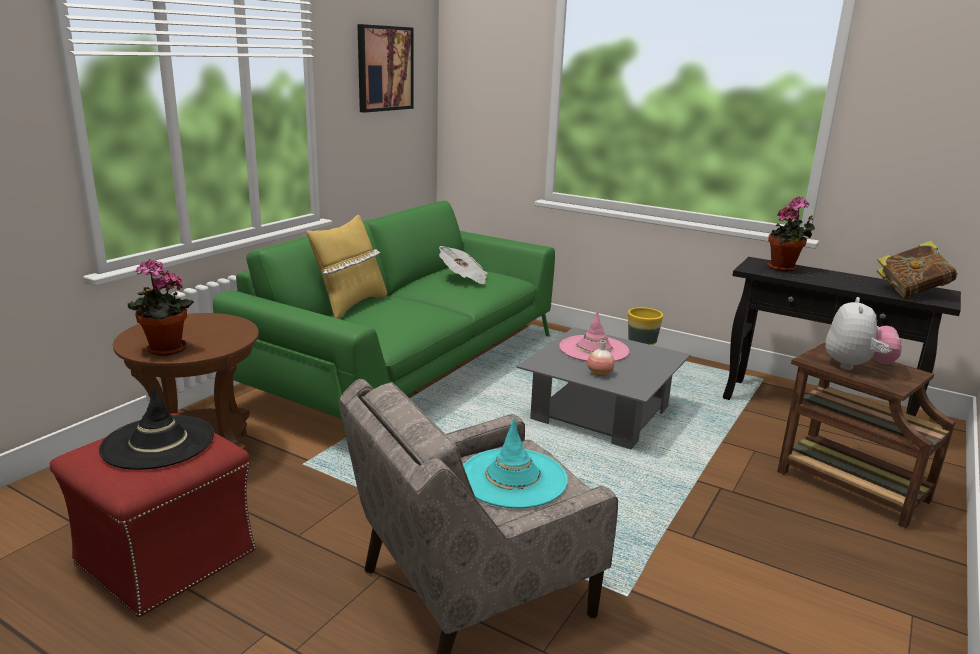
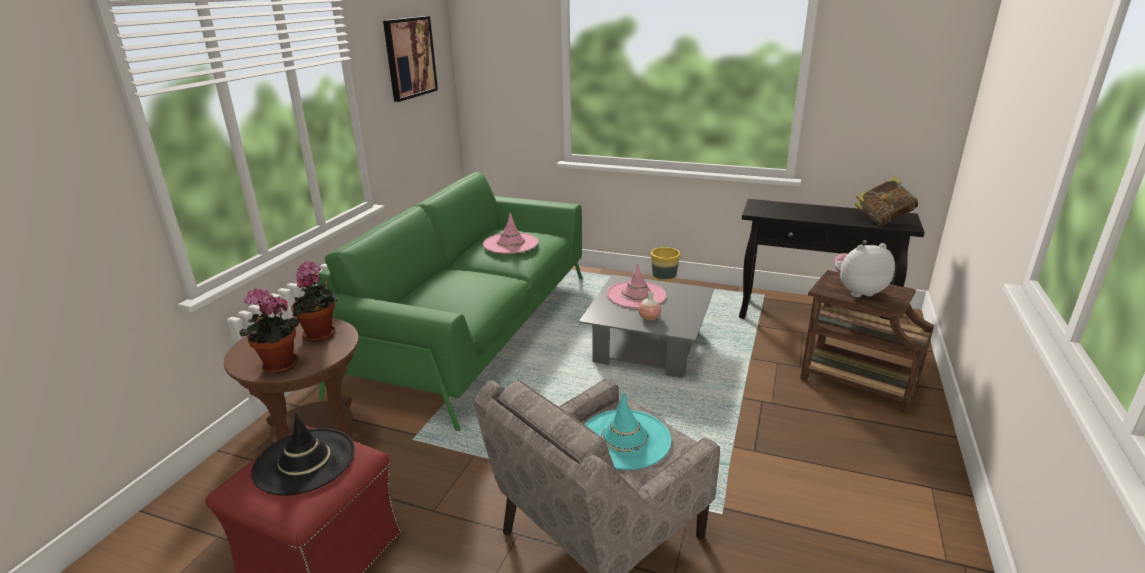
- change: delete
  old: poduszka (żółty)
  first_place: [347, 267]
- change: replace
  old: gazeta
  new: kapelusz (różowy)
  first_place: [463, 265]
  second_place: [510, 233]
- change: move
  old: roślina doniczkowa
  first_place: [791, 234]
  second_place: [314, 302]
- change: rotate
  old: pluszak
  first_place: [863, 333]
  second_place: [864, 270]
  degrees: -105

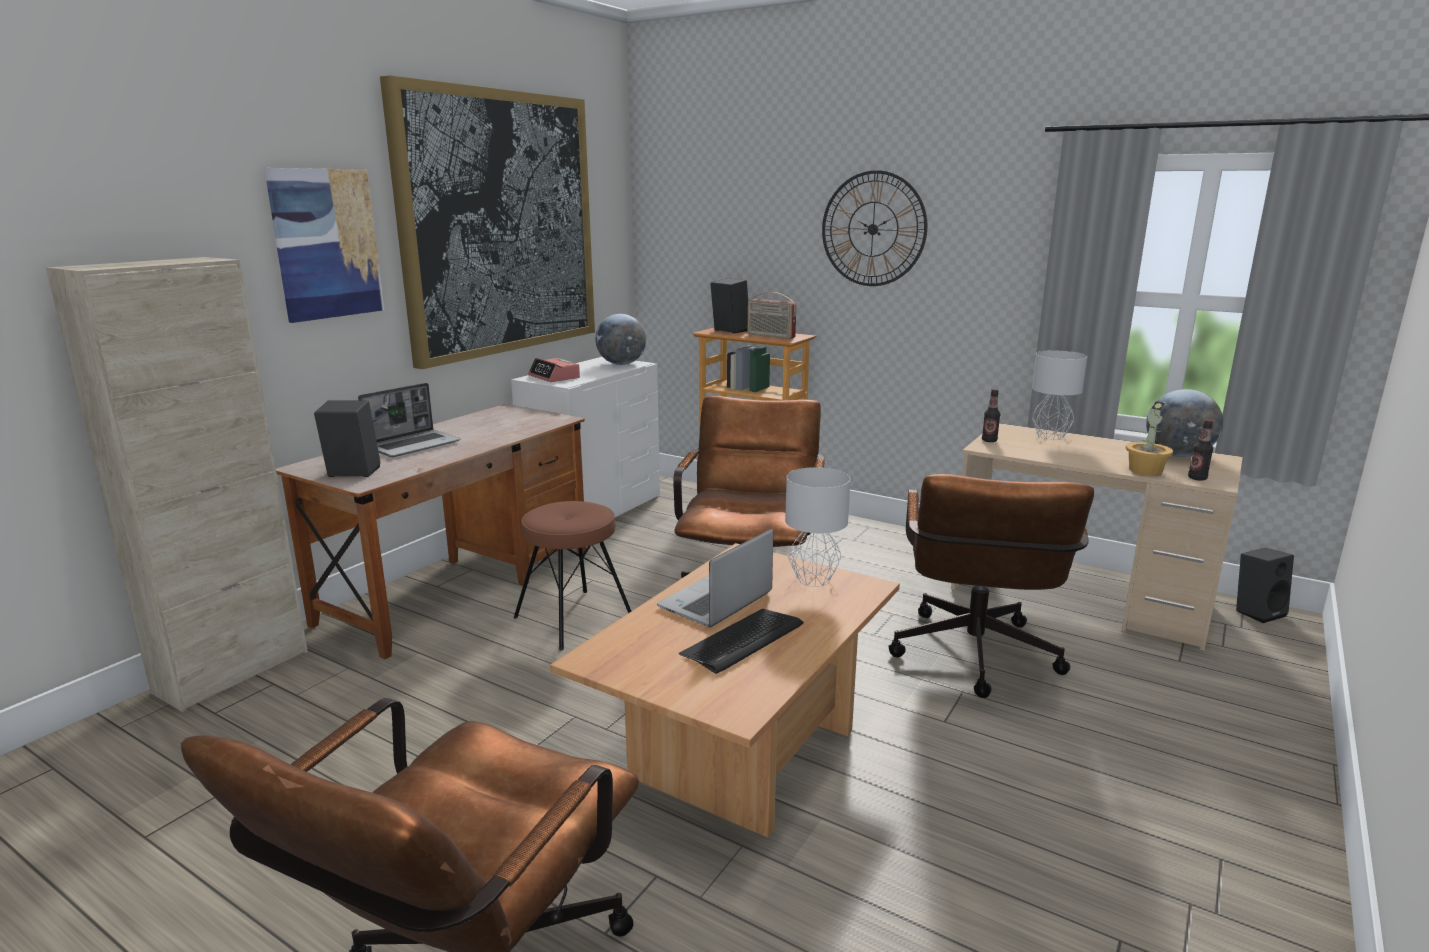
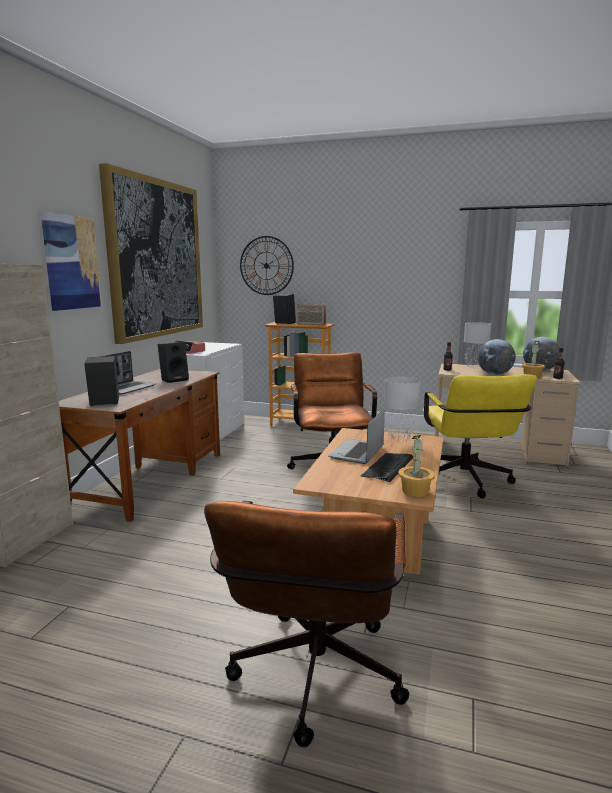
- change: delete
  old: stołek (brązowy)
  first_place: [572, 576]
- change: move
  old: globus
  first_place: [620, 339]
  second_place: [497, 357]
- change: move
  old: zegar ścienny
  first_place: [874, 228]
  second_place: [267, 265]
- change: recolor
  old: krzesło biurowe (brązowy)
  new: krzesło biurowe (żółty)
  first_place: [991, 586]
  second_place: [479, 436]
- change: move
  old: głośnik (czarny)
  first_place: [1265, 585]
  second_place: [173, 362]
- change: insert
  new: roślina doniczkowa
  second_place: [416, 466]

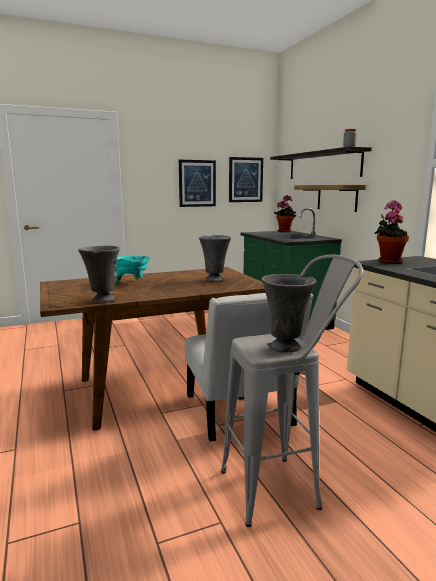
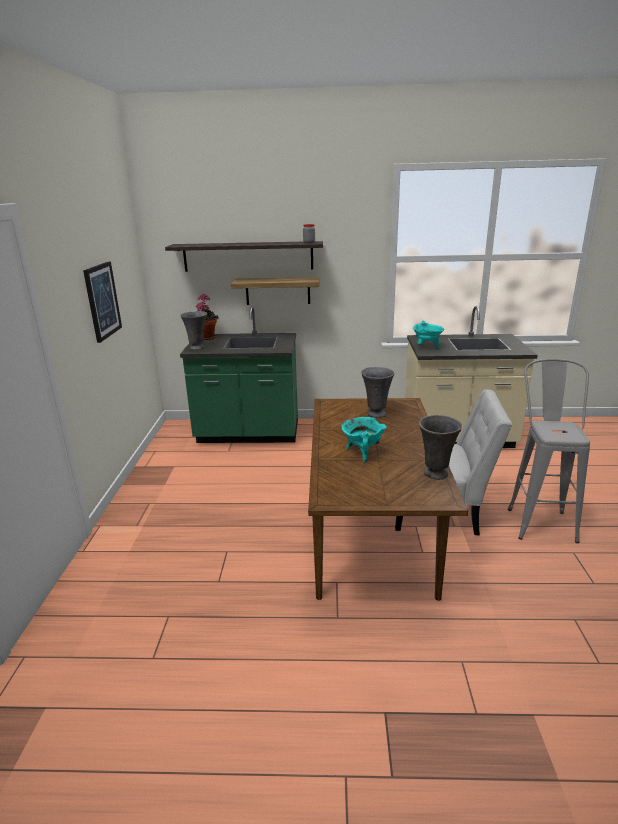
- change: delete
  old: obraz
  first_place: [246, 179]
- change: move
  old: wazon (szary)
  first_place: [289, 313]
  second_place: [193, 330]
- change: replace
  old: roślina doniczkowa
  new: garnek (turkusowy)
  first_place: [392, 232]
  second_place: [428, 334]

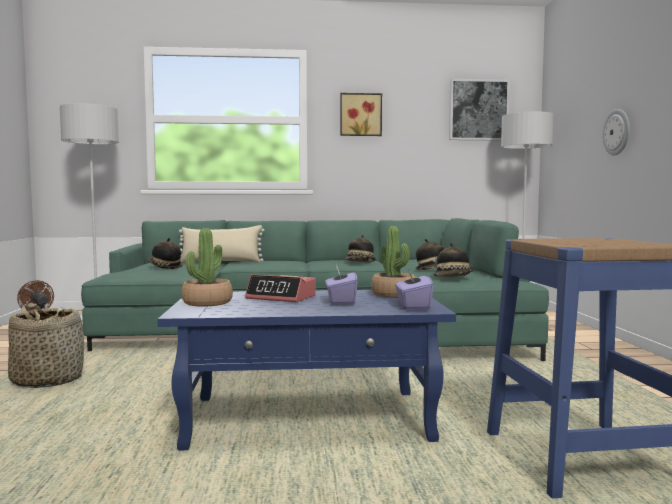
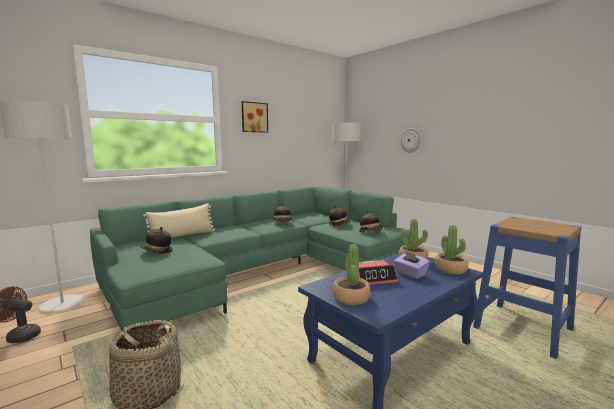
- change: replace
  old: pudełko chusteczek (fioletowy)
  new: roślina doniczkowa
  first_place: [414, 288]
  second_place: [451, 249]
- change: delete
  old: obraz
  first_place: [479, 109]

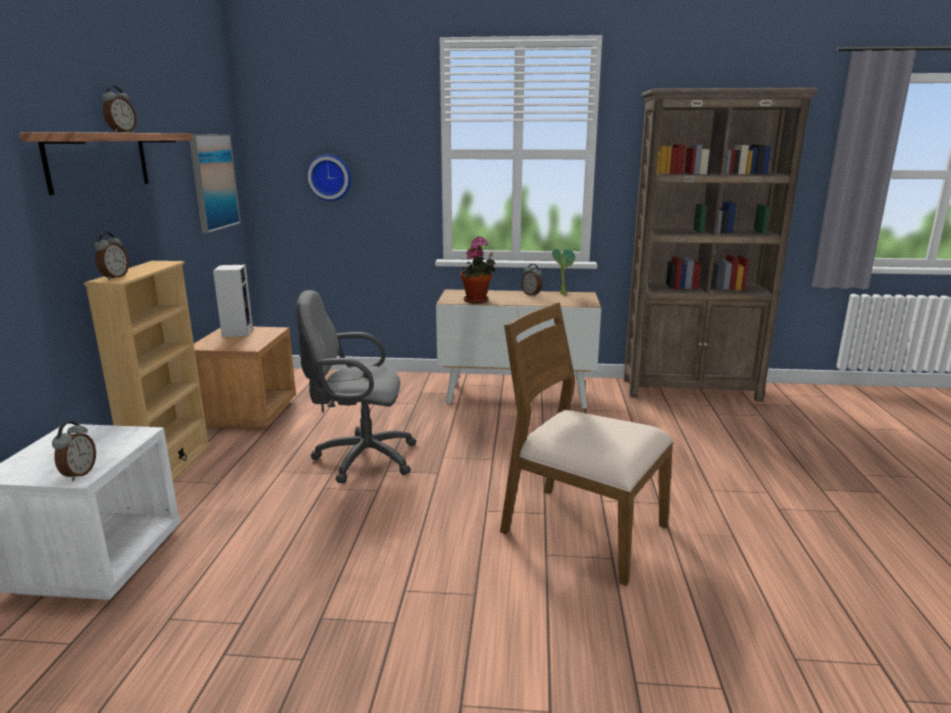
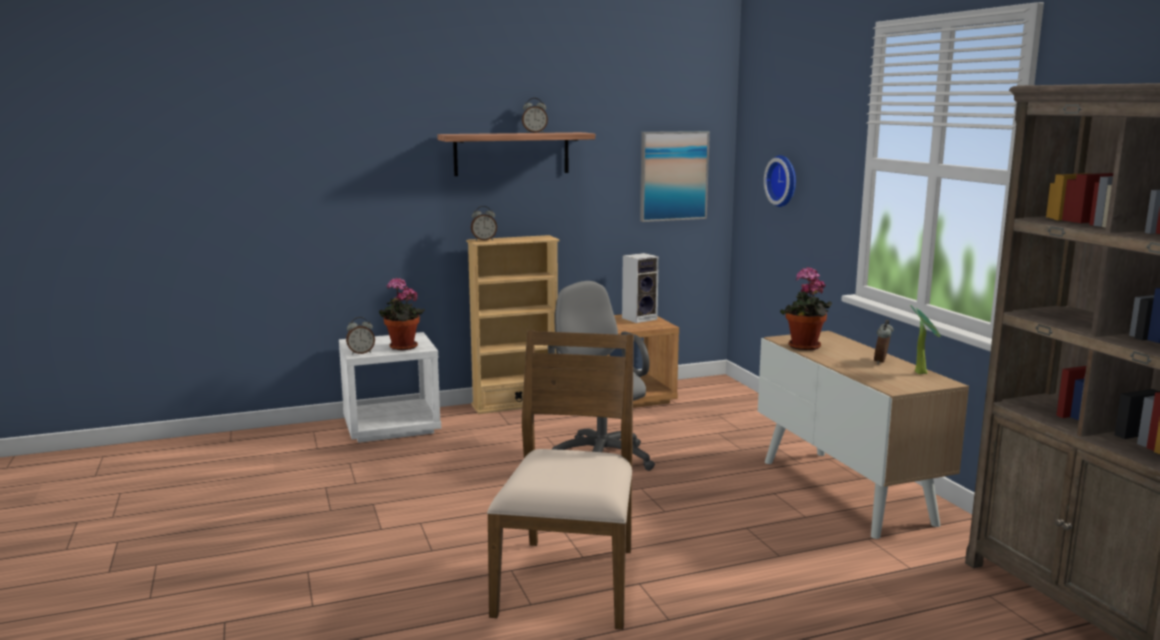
- change: insert
  new: roślina doniczkowa
  second_place: [402, 314]

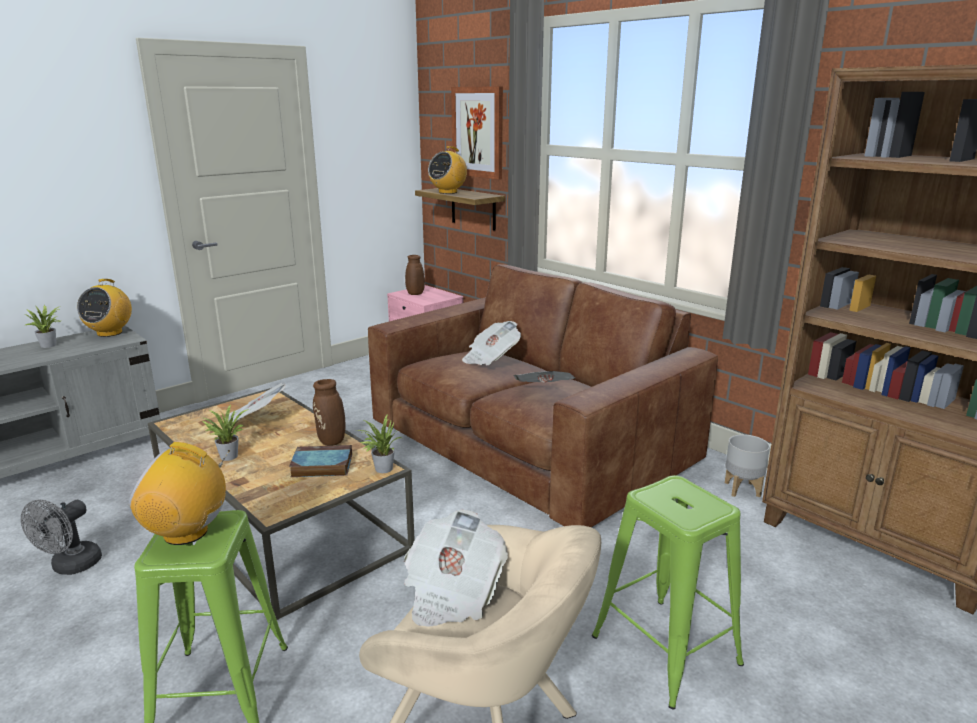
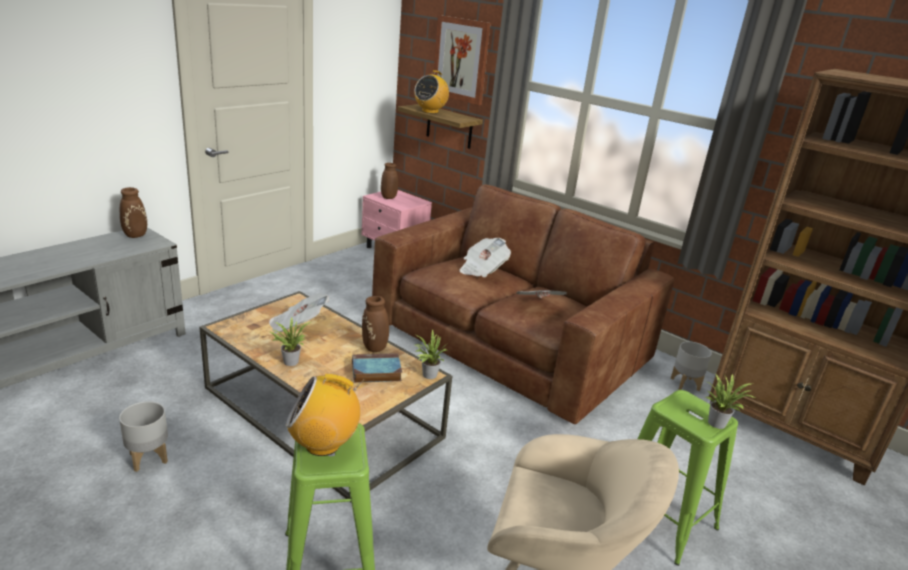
- change: replace
  old: wentylator (szary)
  new: donica (szary)
  first_place: [61, 537]
  second_place: [143, 436]
- change: move
  old: roślina doniczkowa
  first_place: [43, 326]
  second_place: [730, 401]
- change: replace
  old: radio
  new: wazon (brązowy)
  first_place: [104, 308]
  second_place: [133, 212]
- change: delete
  old: gazeta
  first_place: [456, 568]

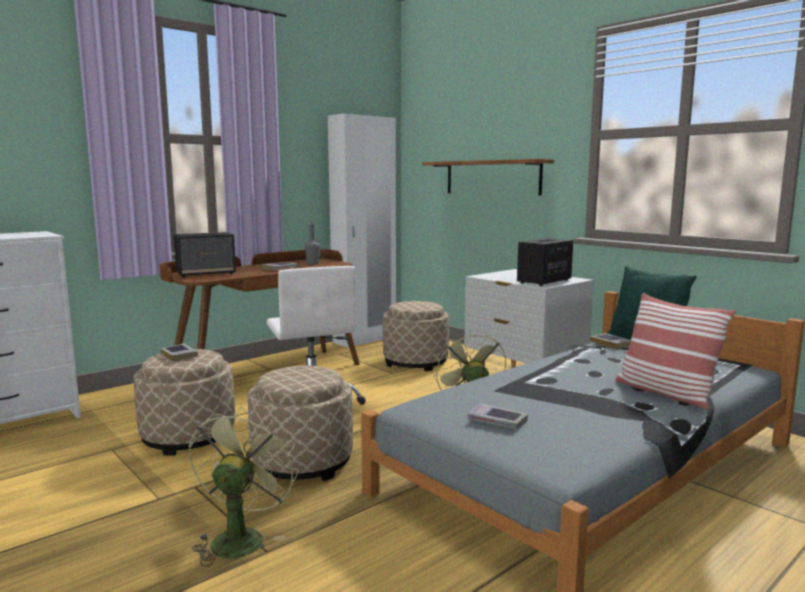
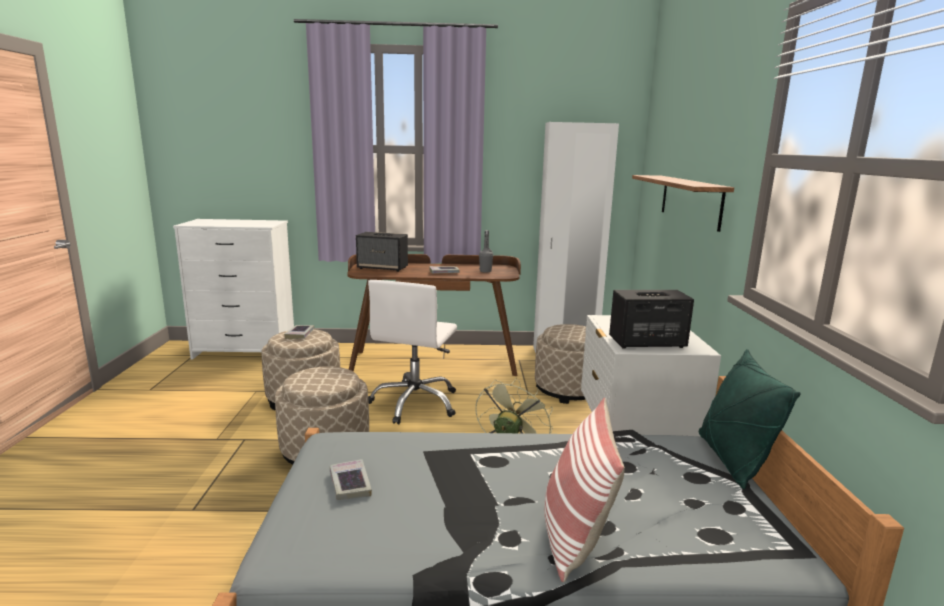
- change: delete
  old: wentylator (zielony)
  first_place: [244, 486]
- change: delete
  old: książka
  first_place: [610, 341]

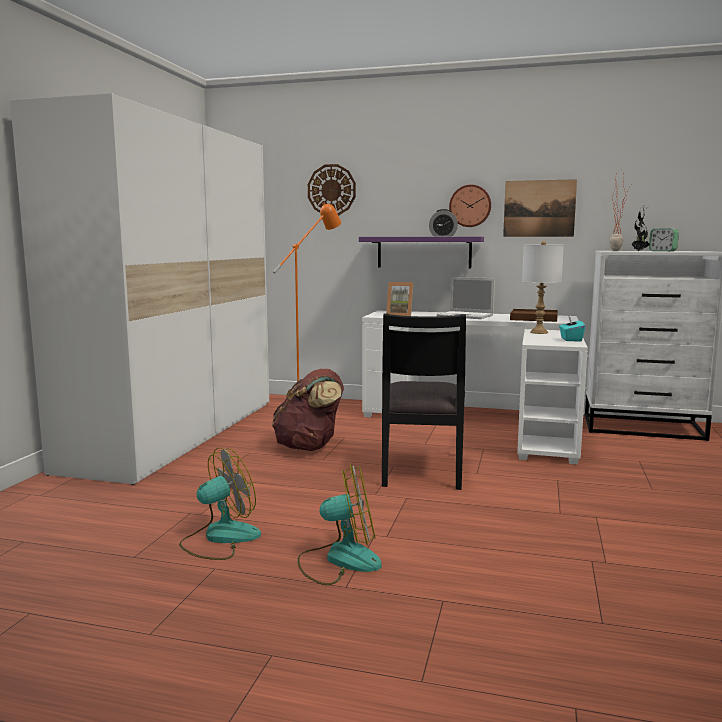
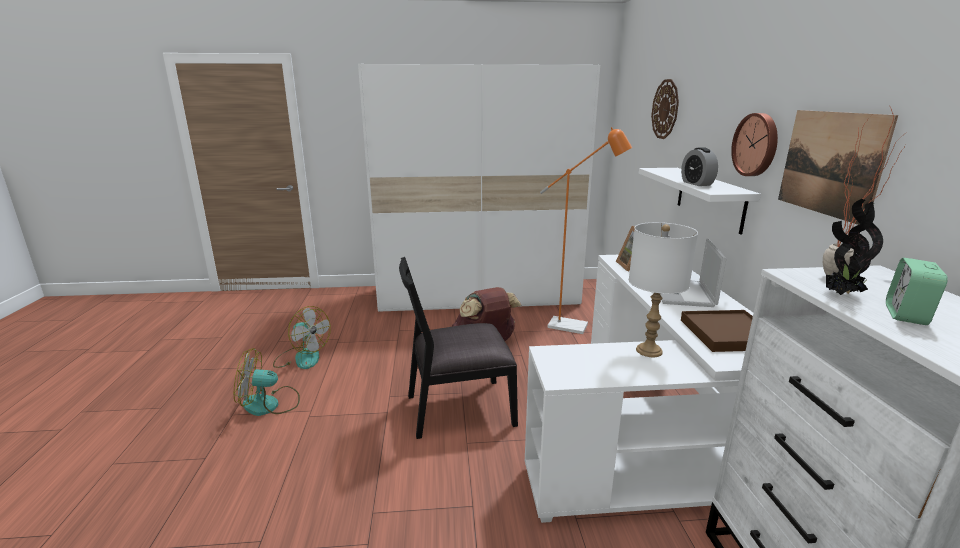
- change: rotate
  old: wentylator
  first_place: [339, 524]
  second_place: [267, 382]
  degrees: 105
- change: recolor
  old: półka (fioletowy)
  new: półka (biały)
  first_place: [421, 252]
  second_place: [700, 201]
- change: delete
  old: pudełko chusteczek (turkusowy)
  first_place: [572, 328]

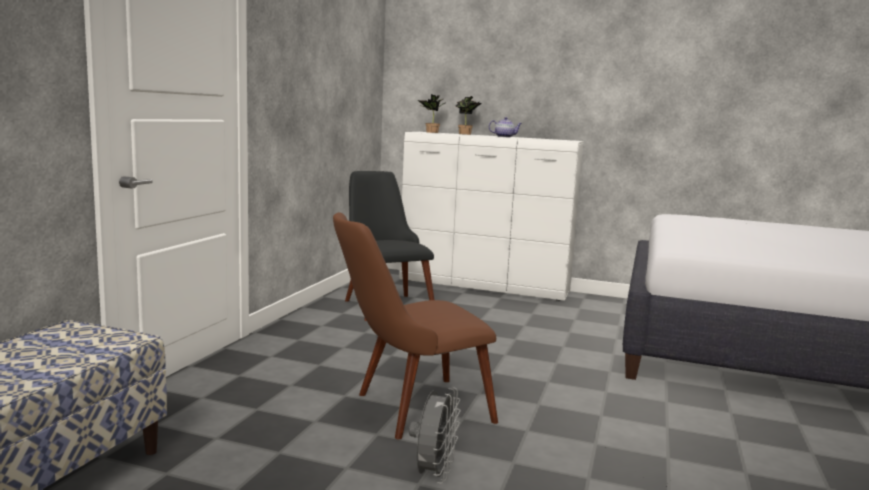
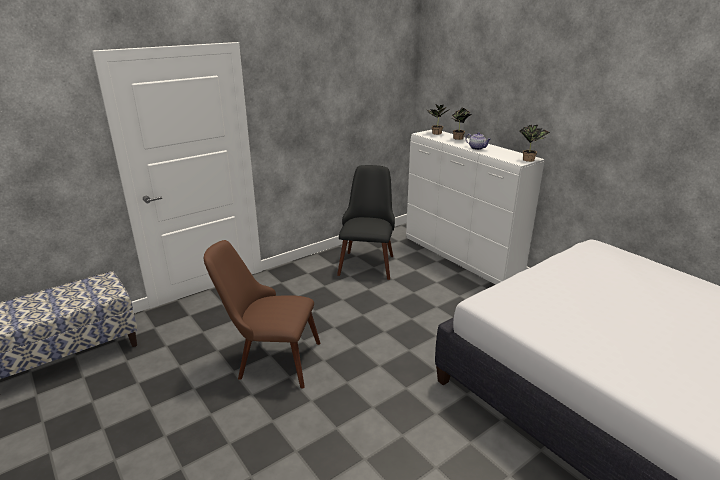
- change: delete
  old: wentylator (szary)
  first_place: [435, 435]
- change: insert
  new: roślina doniczkowa
  second_place: [535, 143]

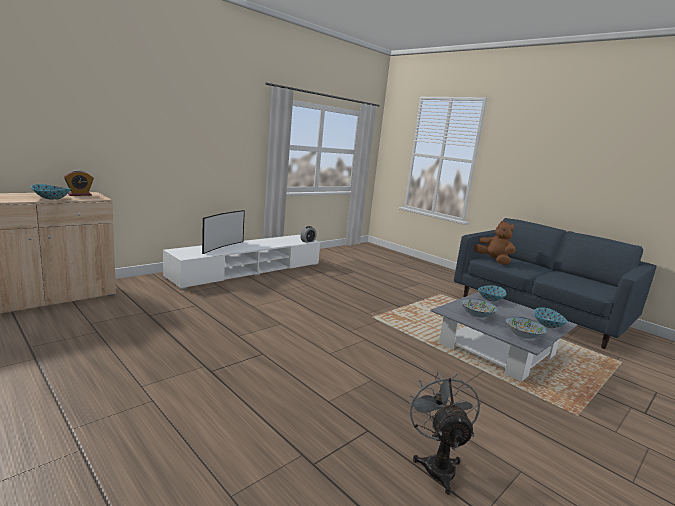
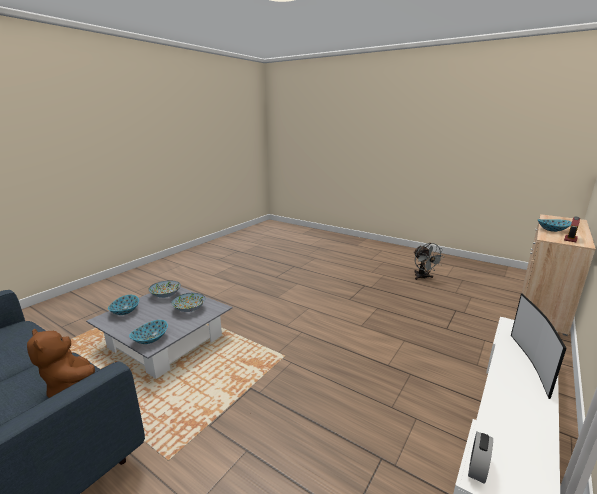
- change: move
  old: wentylator (szary)
  first_place: [444, 433]
  second_place: [429, 261]

